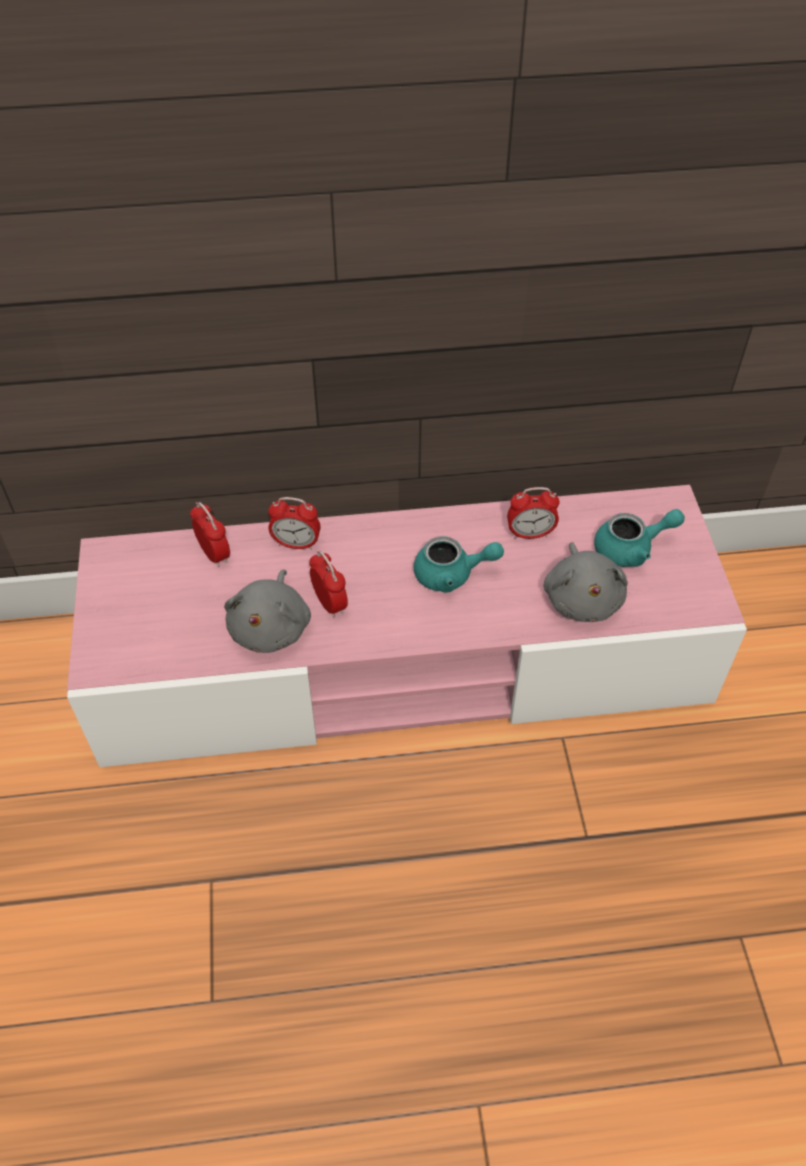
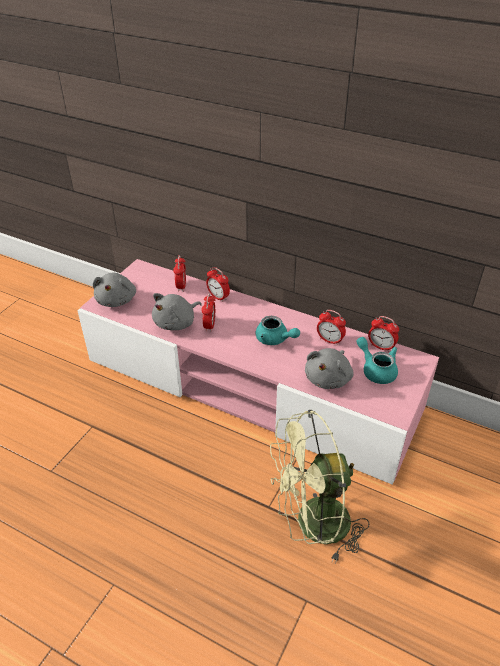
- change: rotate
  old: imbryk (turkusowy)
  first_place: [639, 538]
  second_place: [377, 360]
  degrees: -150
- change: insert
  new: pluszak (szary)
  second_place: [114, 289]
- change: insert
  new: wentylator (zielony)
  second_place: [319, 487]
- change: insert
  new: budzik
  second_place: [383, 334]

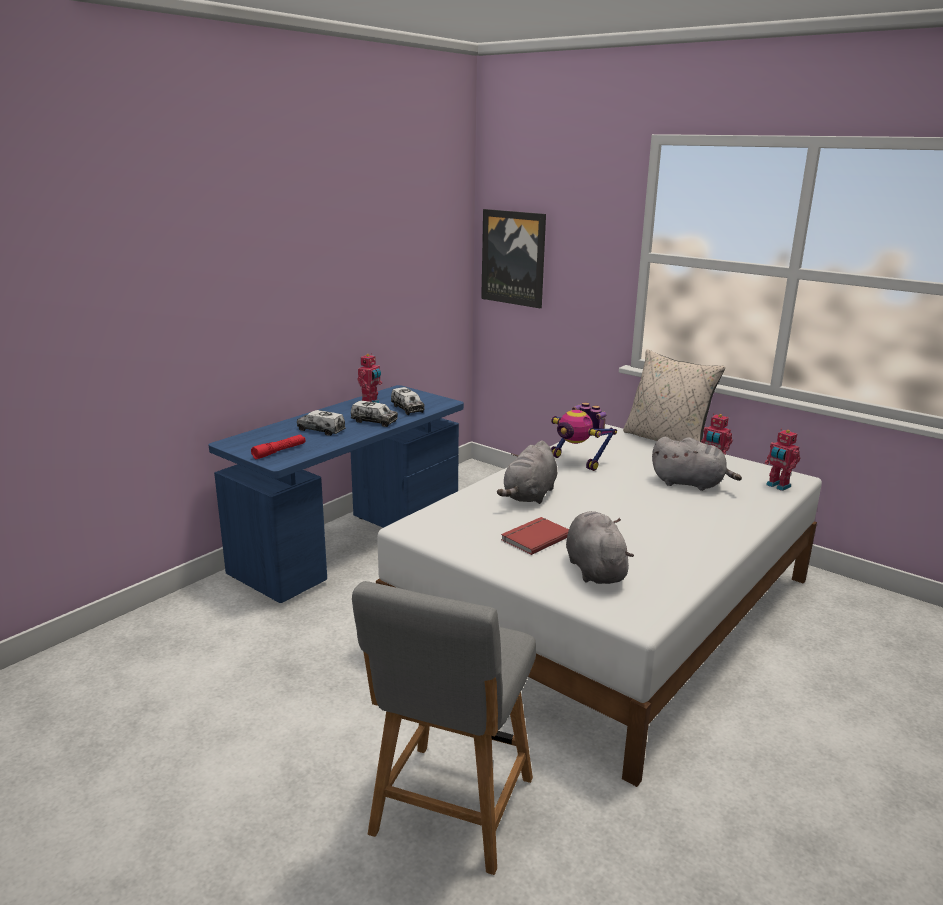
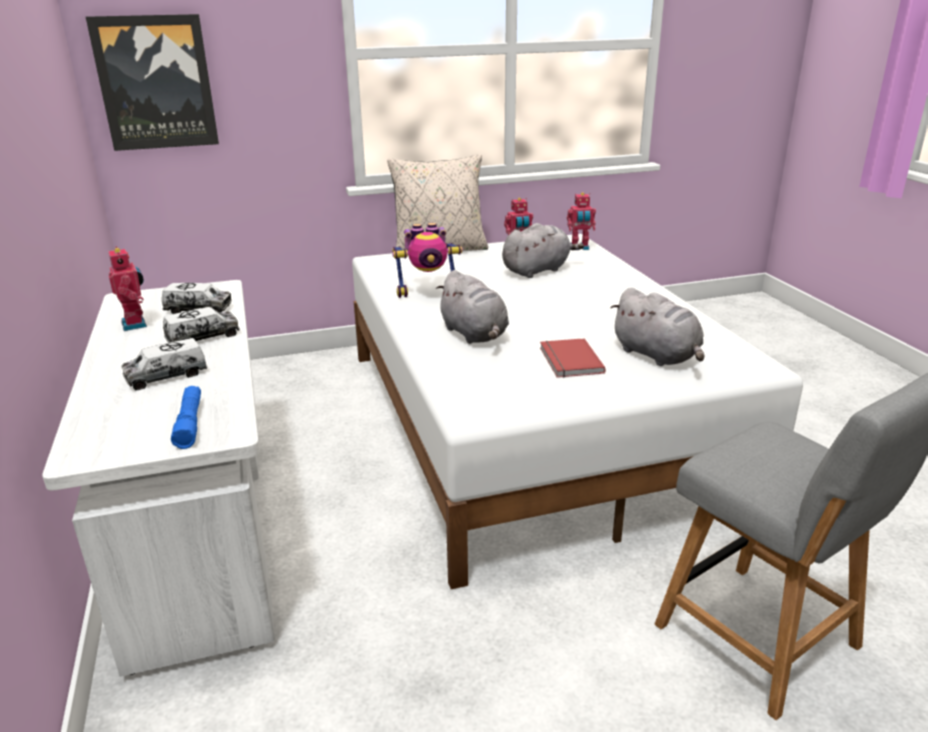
- change: recolor
  old: biurko (niebieski)
  new: biurko (biały)
  first_place: [336, 494]
  second_place: [158, 478]
- change: recolor
  old: latarka (czerwony)
  new: latarka (niebieski)
  first_place: [278, 447]
  second_place: [186, 417]
- change: rotate
  old: pluszak (szary)
  first_place: [600, 547]
  second_place: [657, 327]
  degrees: -150

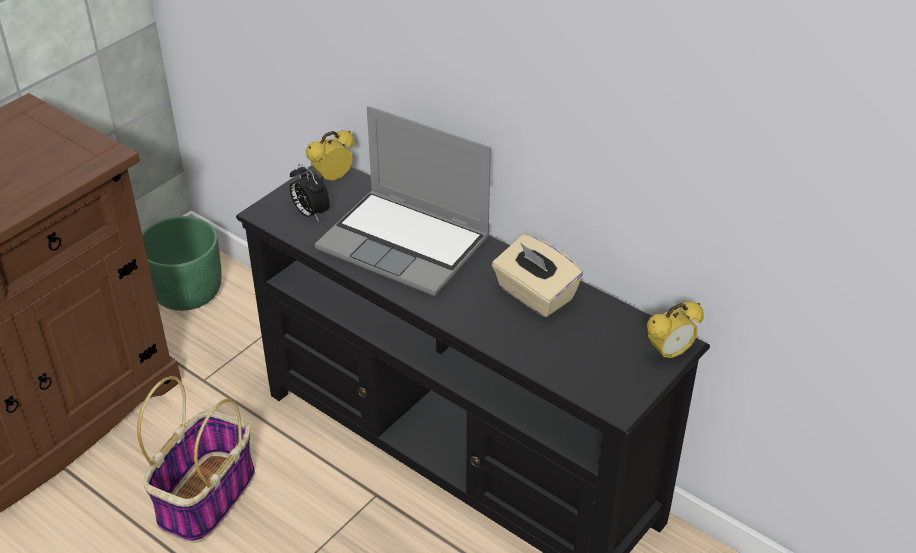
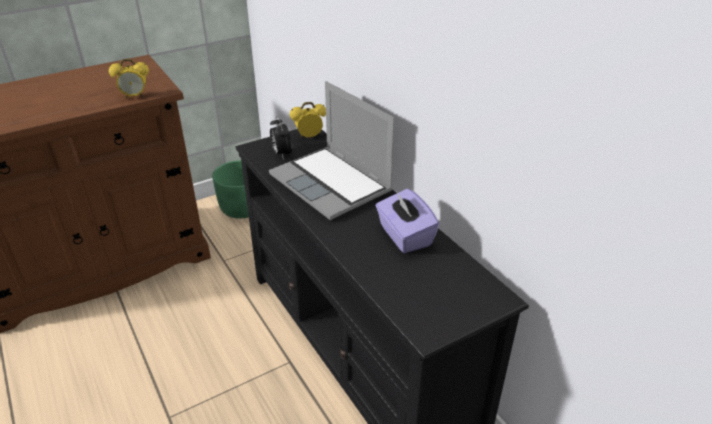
- change: delete
  old: koszyk
  first_place: [196, 459]
- change: recolor
  old: pudełko chusteczek (beżowy)
  new: pudełko chusteczek (fioletowy)
  first_place: [537, 275]
  second_place: [407, 221]
- change: move
  old: budzik
  first_place: [675, 332]
  second_place: [129, 78]

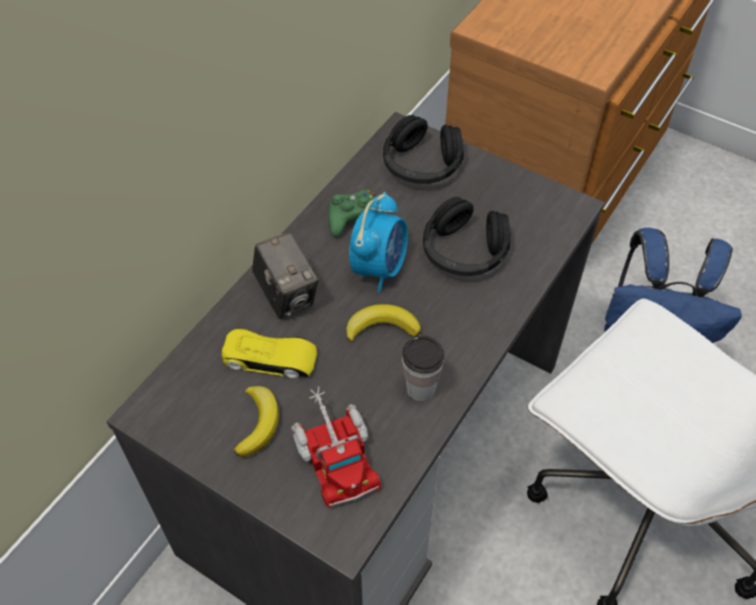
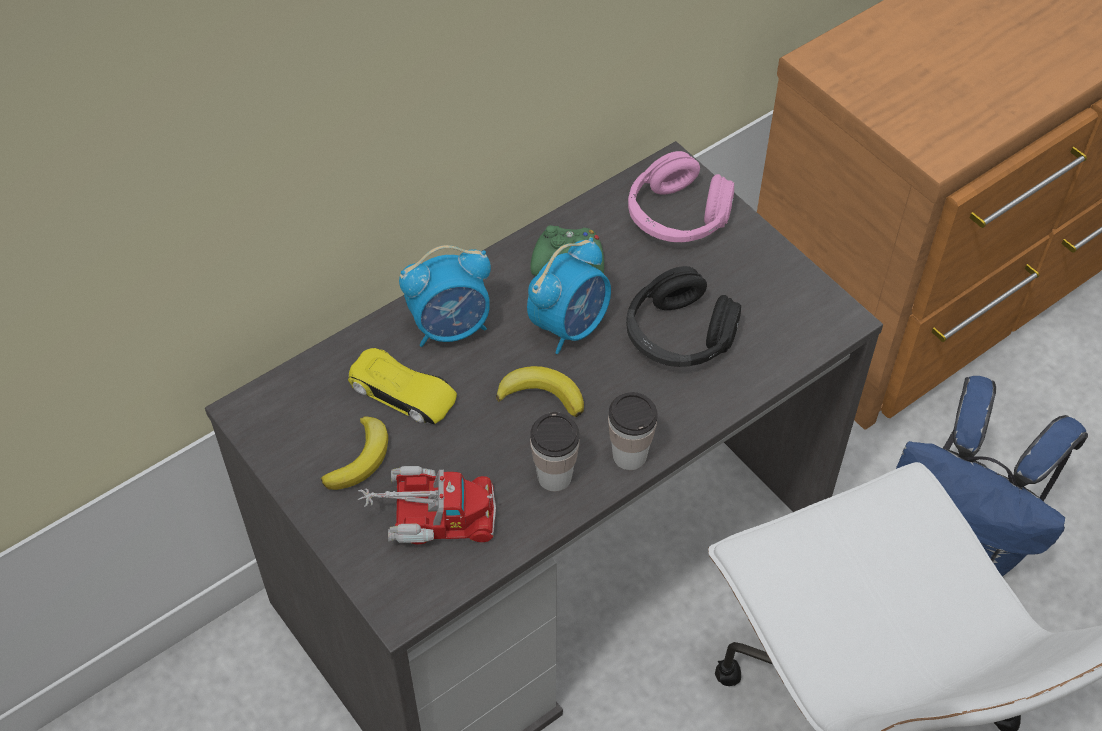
- change: replace
  old: aparat fotograficzny
  new: budzik
  first_place: [285, 275]
  second_place: [445, 296]
- change: rotate
  old: ciężarówka zabawkowa
  first_place: [336, 446]
  second_place: [427, 505]
  degrees: -90
- change: recolor
  old: słuchawki (czarny)
  new: słuchawki (różowy)
  first_place: [423, 149]
  second_place: [681, 196]
- change: insert
  new: filiżanka
  second_place: [633, 431]

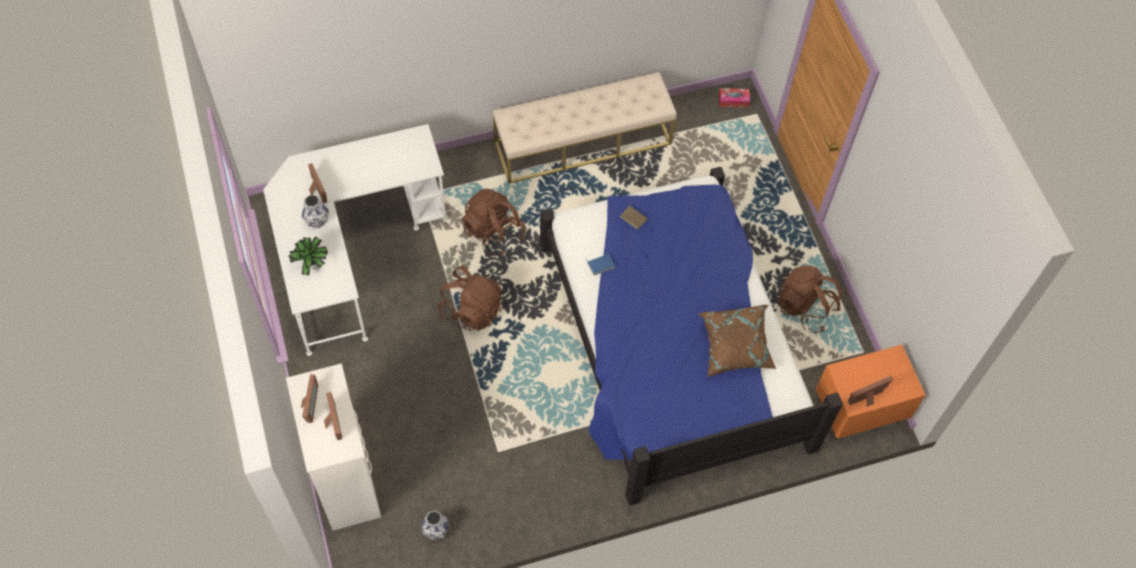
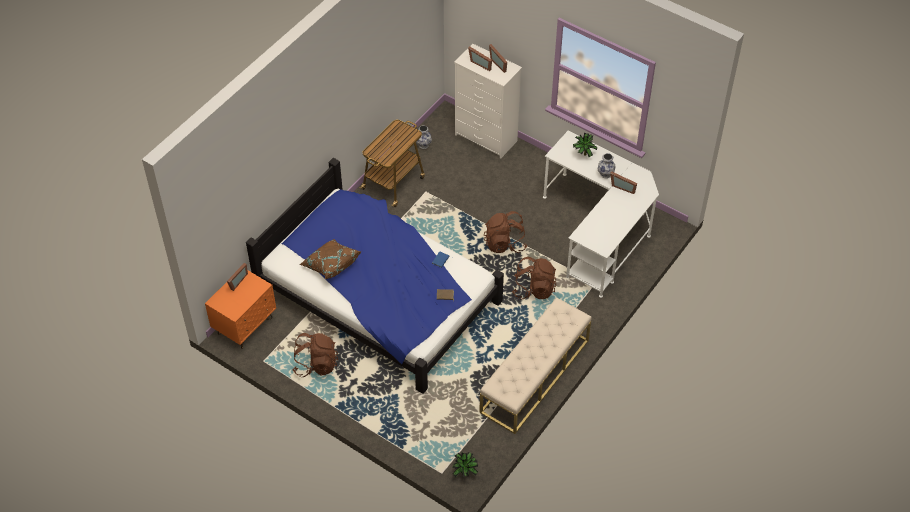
- change: replace
  old: pudełko chusteczek
  new: roślina doniczkowa
  first_place: [734, 98]
  second_place: [465, 464]
- change: insert
  new: wózek
  second_place: [392, 163]

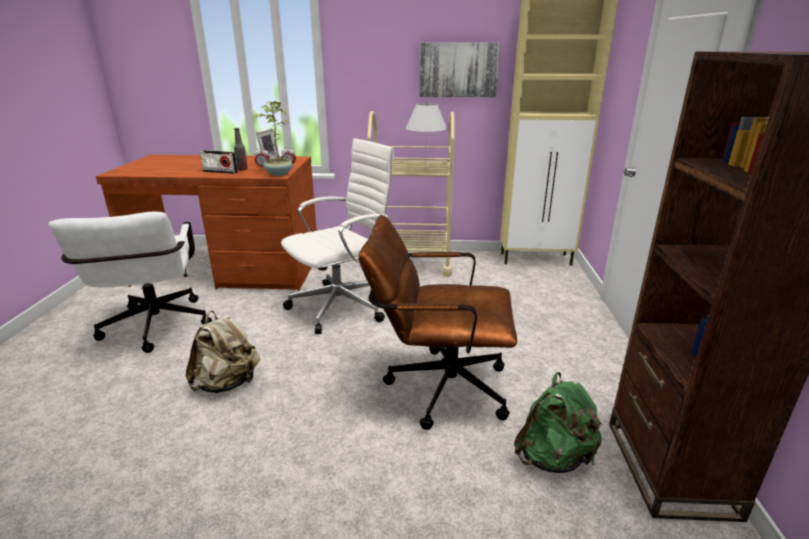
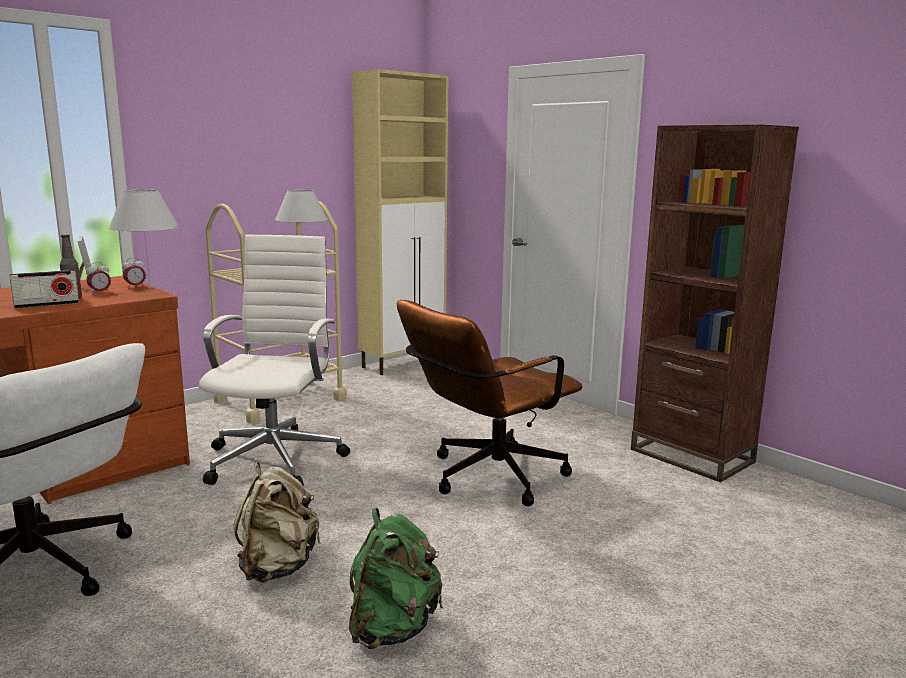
- change: replace
  old: roślina doniczkowa
  new: lampa stołowa (biały)
  first_place: [272, 138]
  second_place: [143, 242]
- change: delete
  old: obraz
  first_place: [460, 70]
- change: move
  old: plecak (zielony)
  first_place: [558, 422]
  second_place: [396, 578]

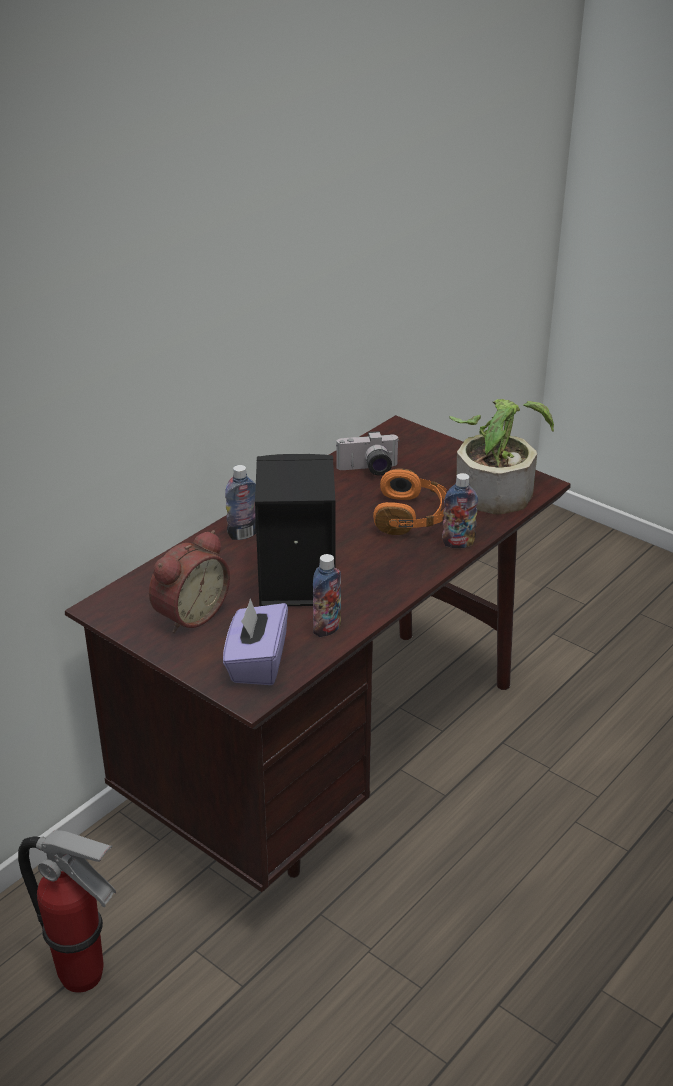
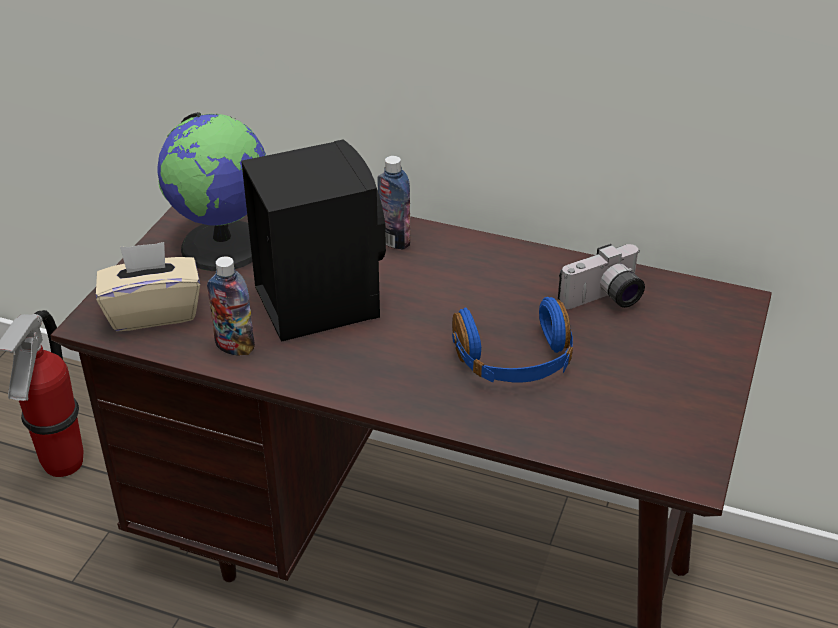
- change: replace
  old: budzik
  new: globus
  first_place: [189, 581]
  second_place: [211, 191]
- change: recolor
  old: pudełko chusteczek (fioletowy)
  new: pudełko chusteczek (beżowy)
  first_place: [255, 641]
  second_place: [148, 286]
- change: rotate
  old: aparat fotograficzny
  first_place: [368, 453]
  second_place: [601, 276]
  degrees: -90
- change: recolor
  old: słuchawki (pomarańczowy)
  new: słuchawki (niebieski)
  first_place: [409, 501]
  second_place: [512, 340]
- change: delete
  old: butelka
  first_place: [460, 510]
- change: delete
  old: roślina doniczkowa
  first_place: [501, 456]

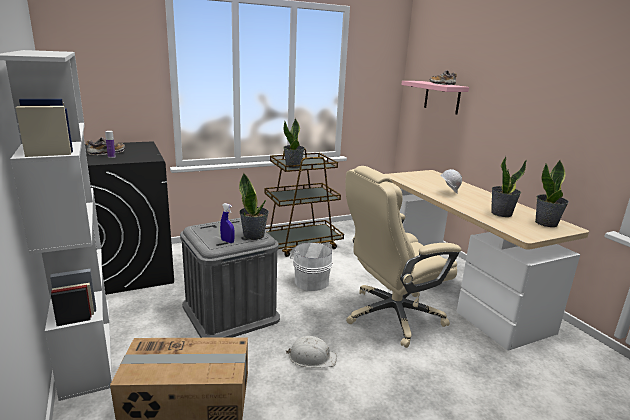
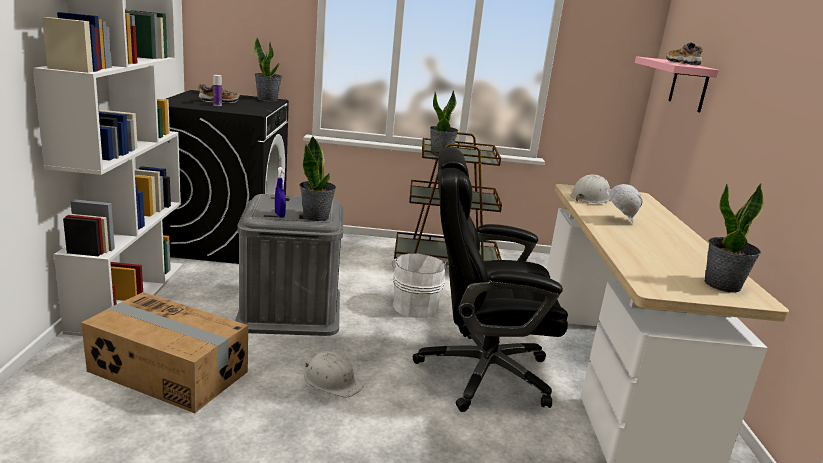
- change: recolor
  old: krzesło biurowe (beżowy)
  new: krzesło biurowe (czarny)
  first_place: [403, 257]
  second_place: [490, 279]
- change: move
  old: roślina doniczkowa
  first_place: [509, 186]
  second_place: [268, 69]
- change: insert
  new: kask (biały)
  second_place: [590, 189]

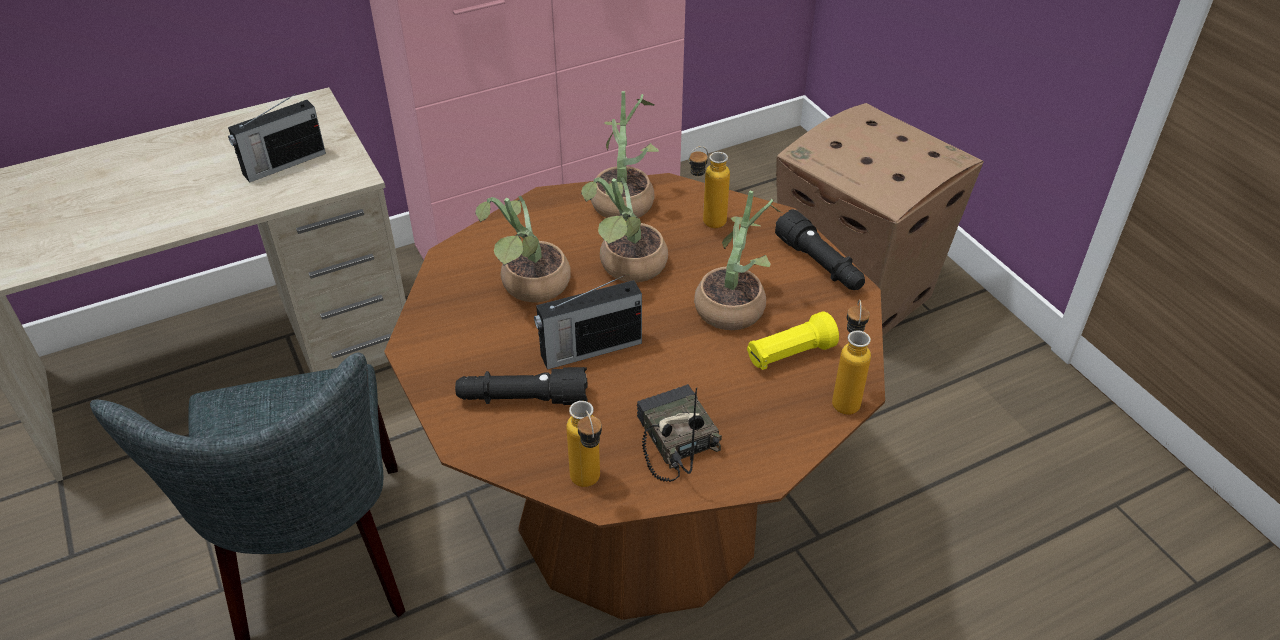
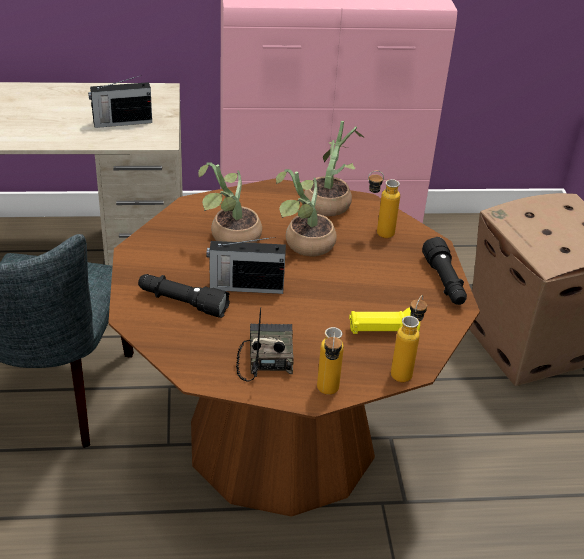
- change: move
  old: butelka
  first_place: [584, 444]
  second_place: [330, 361]
- change: delete
  old: roślina doniczkowa
  first_place: [739, 260]

